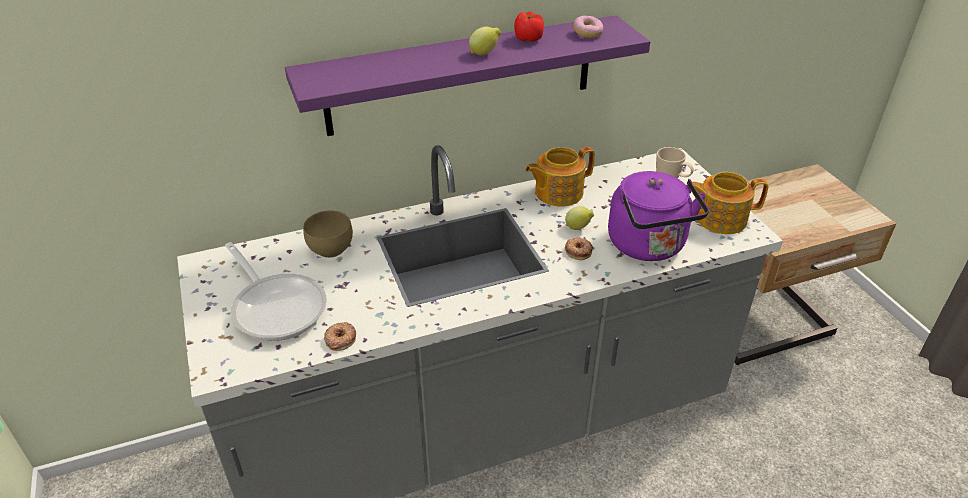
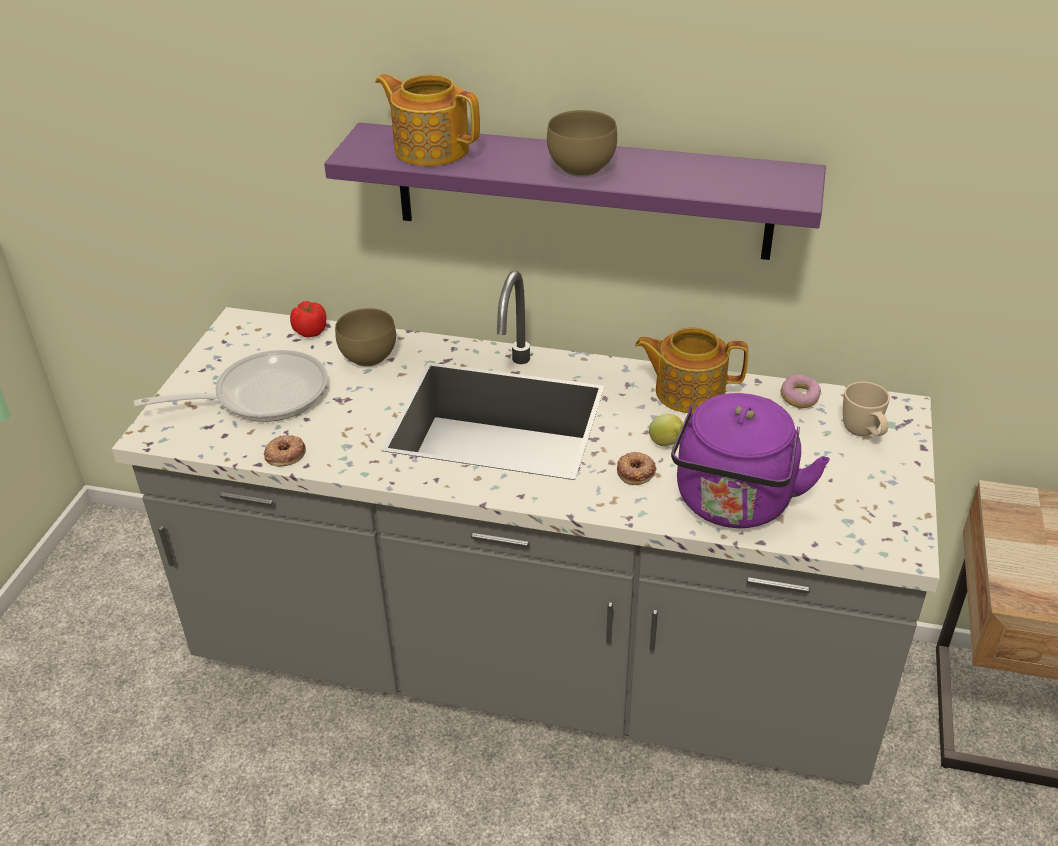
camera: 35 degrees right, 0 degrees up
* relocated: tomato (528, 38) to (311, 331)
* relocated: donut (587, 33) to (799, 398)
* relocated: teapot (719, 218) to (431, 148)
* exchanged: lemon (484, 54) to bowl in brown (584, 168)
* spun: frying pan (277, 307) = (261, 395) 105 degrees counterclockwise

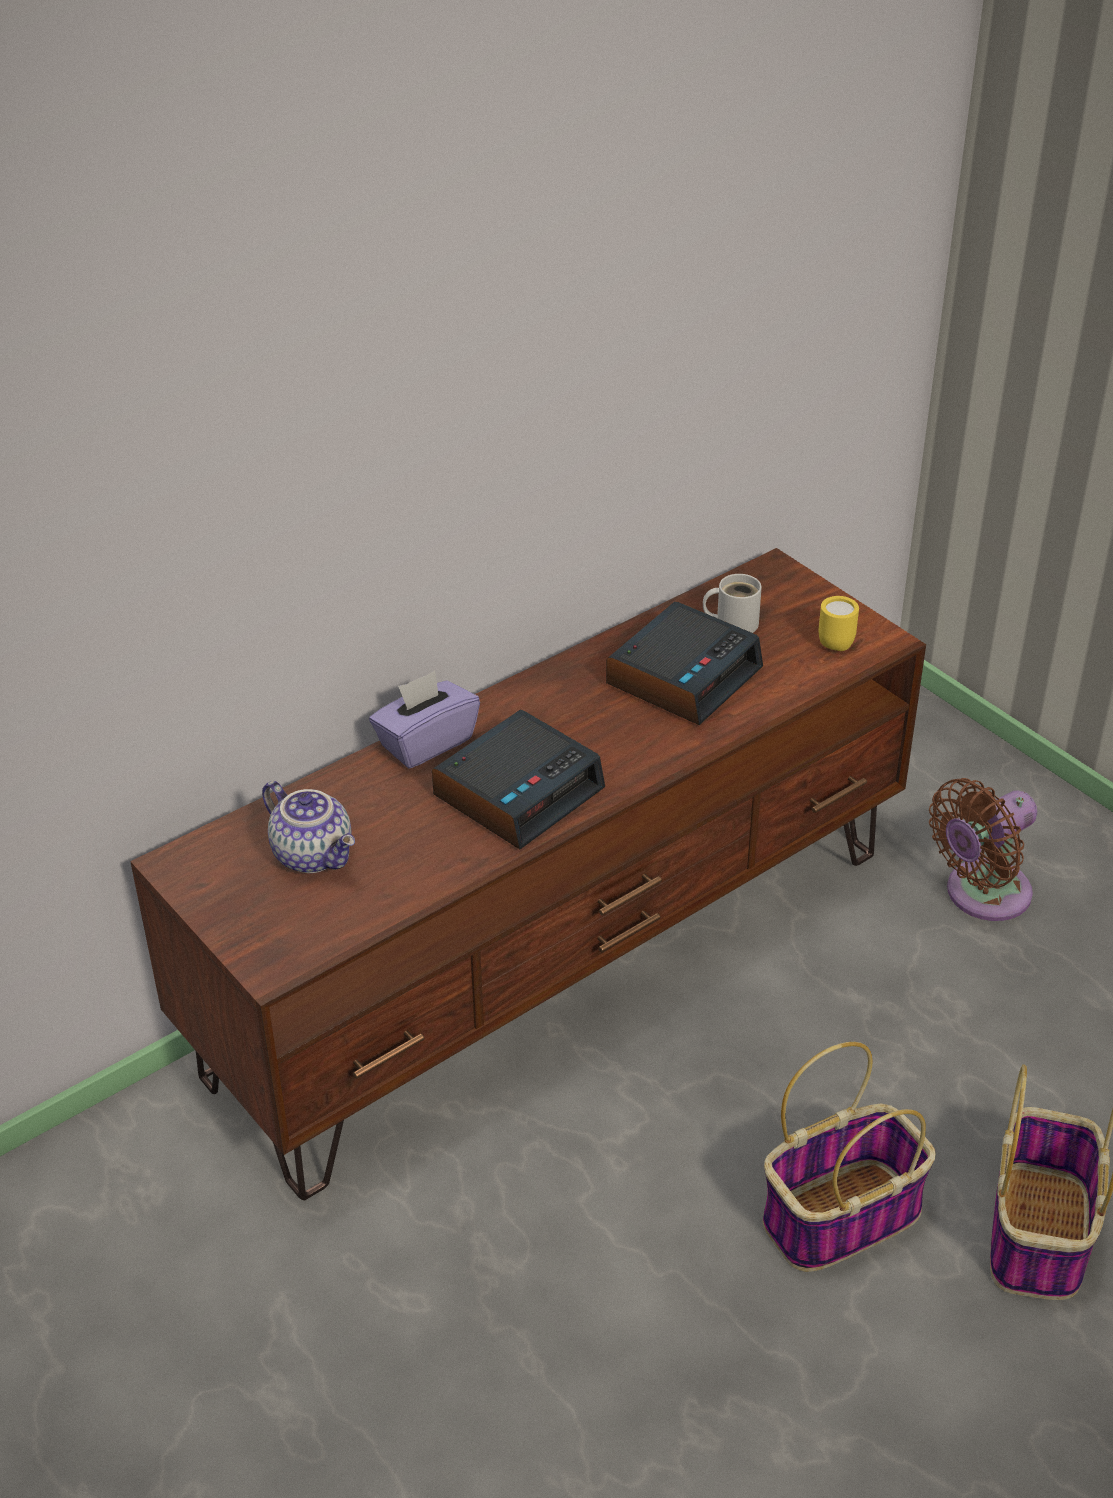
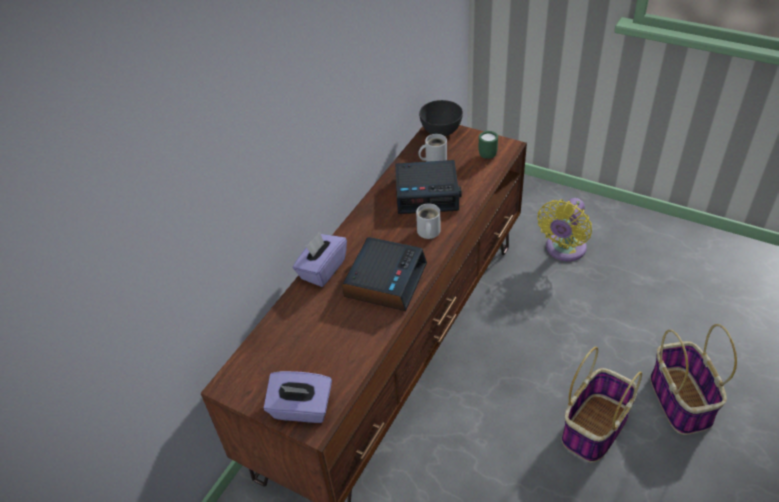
camera: 20 degrees left, 5 degrees up
* missing: teapot (314, 854)
* appeared: tissue box in purple (301, 409)
* appeared: mug in white (427, 232)
* appeared: bowl in grey (441, 131)
* colour: mug in yellow (837, 642) to mug in green (487, 154)
* colour: fan in brown (981, 895) to fan in yellow (564, 250)
* spun: alarm clock (683, 676) = (427, 193) 75 degrees clockwise

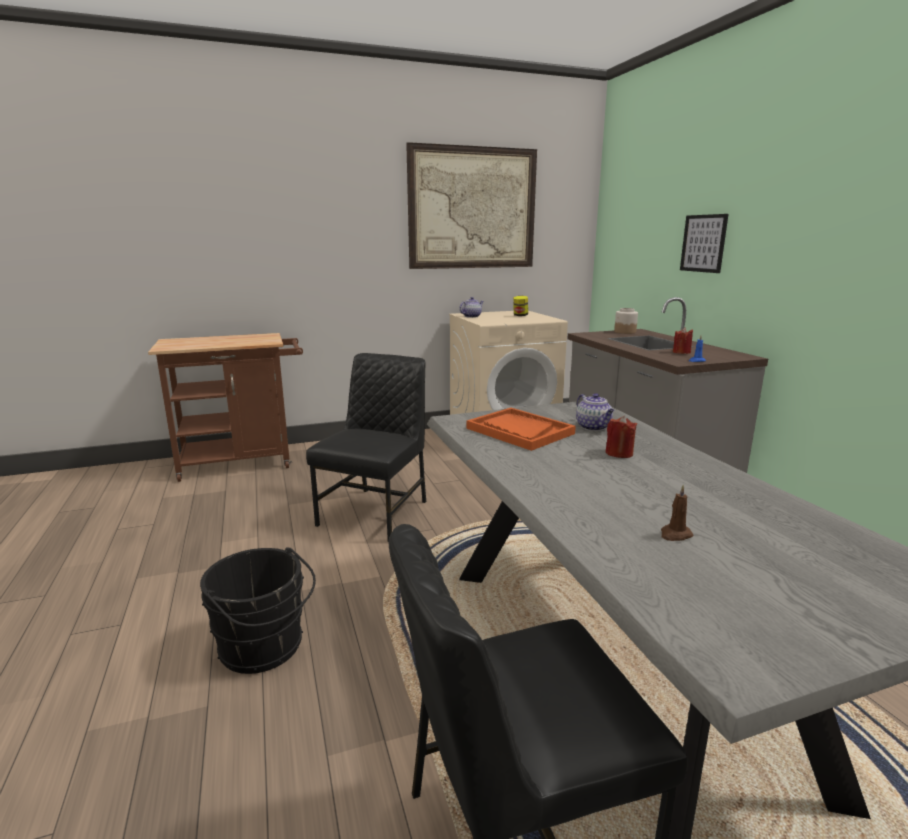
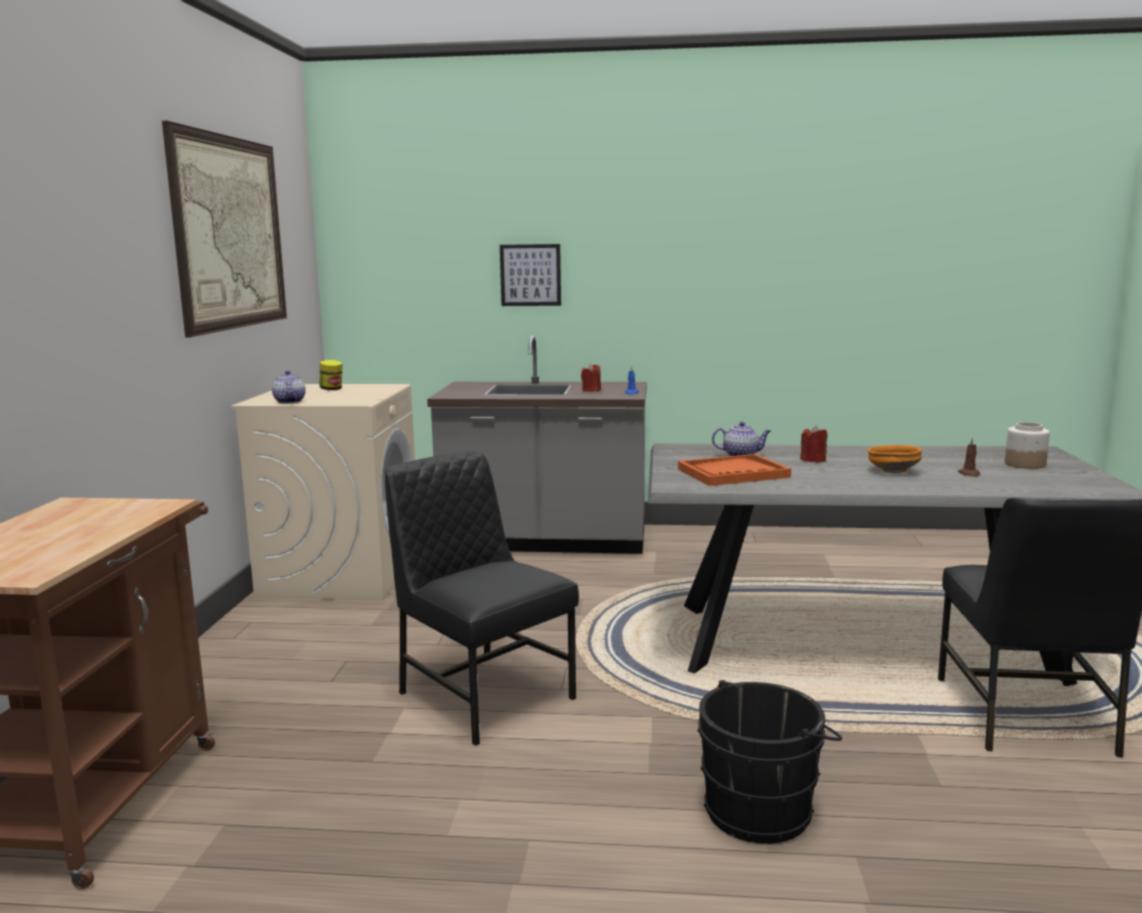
camera: 65 degrees left, 5 degrees down
* appeared: bowl in orange (892, 471)
* relocated: jar (625, 332) to (1024, 464)

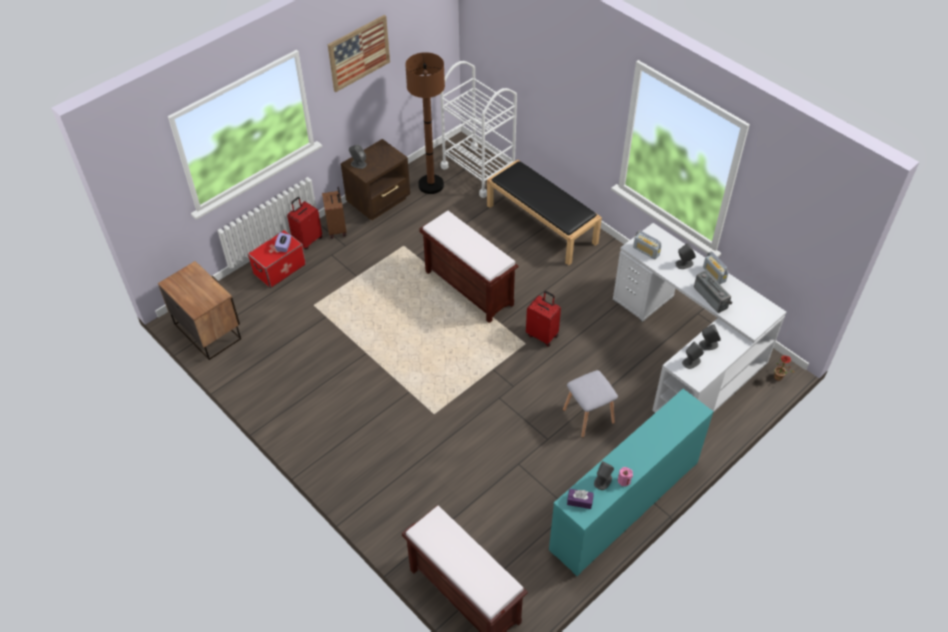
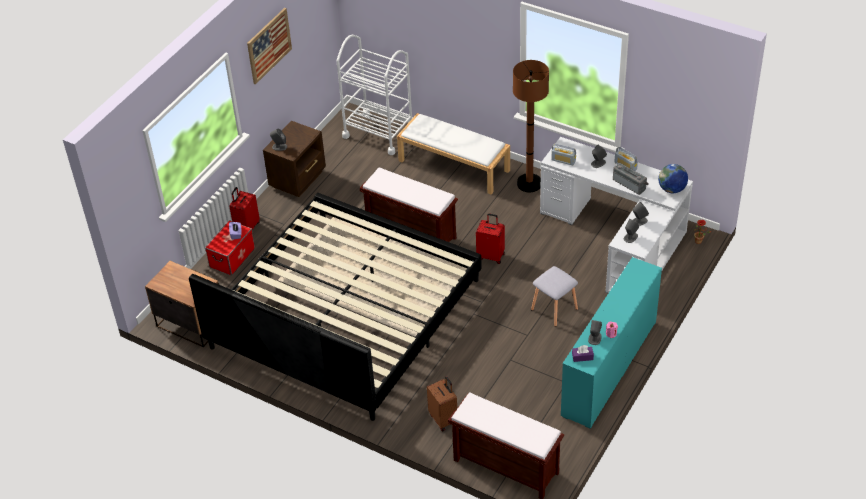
camera: 15 degrees left, 5 degrees down
* appeared: bed (345, 313)
* appeared: globe (672, 189)
* relocated: suitcase in brown (337, 229) to (444, 419)
* relocated: floor lamp in brown (431, 185) to (529, 183)
* colour: bench in black (542, 224) to bench in white (454, 165)

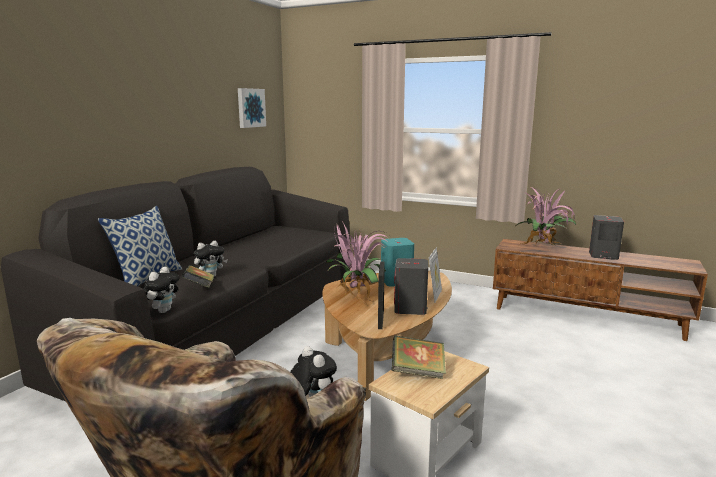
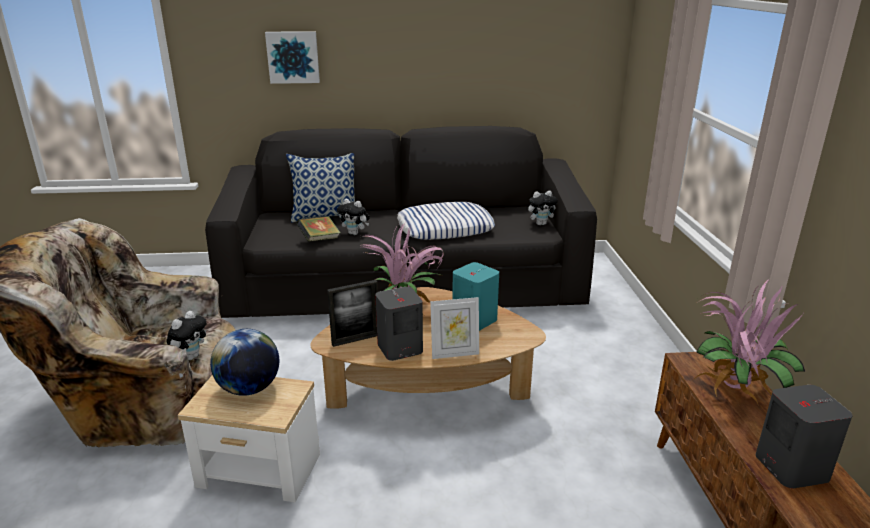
camera: 60 degrees right, 10 degrees up
* appeared: pillow (445, 228)
* relocated: plush toy (163, 311) to (541, 224)
* relocated: picture (250, 108) to (293, 57)
* exchanged: book (418, 372) to globe (249, 389)

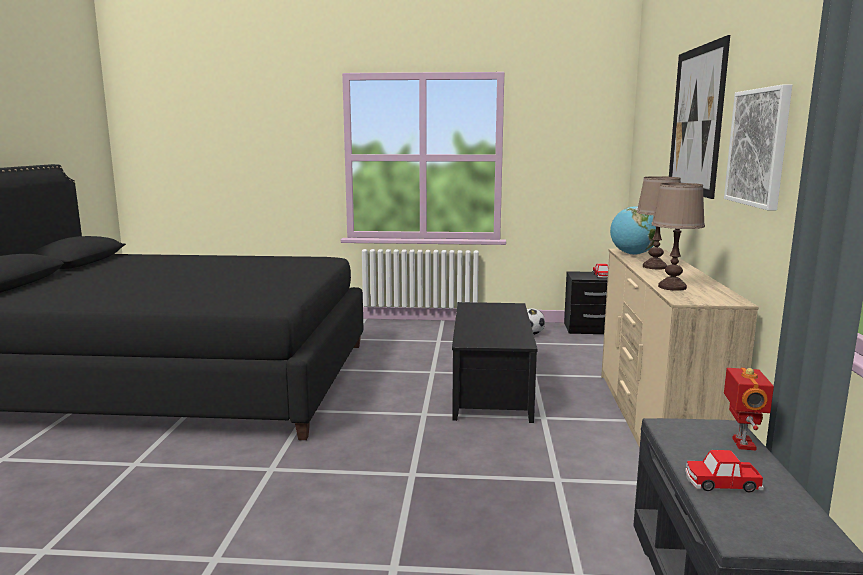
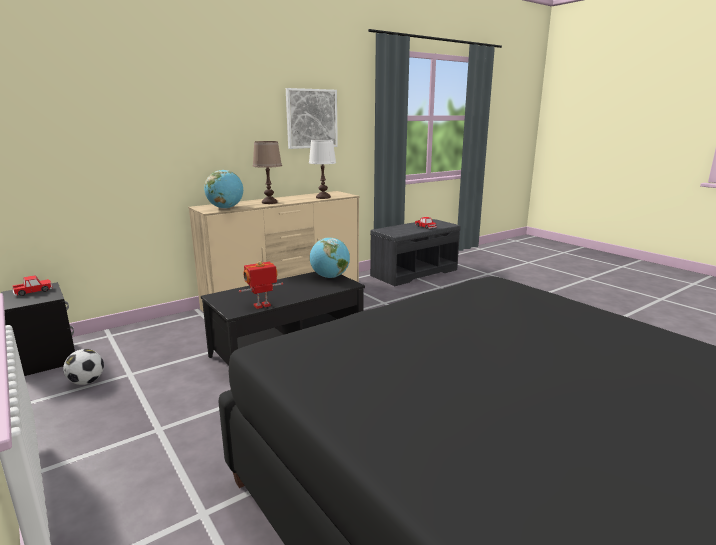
camera: 130 degrees left, 5 degrees up
* missing: picture (696, 121)
* appeared: globe (330, 277)
* relocated: toy robot (741, 443) to (262, 306)
* colour: table lamp in brown (672, 287) to table lamp in white (323, 197)

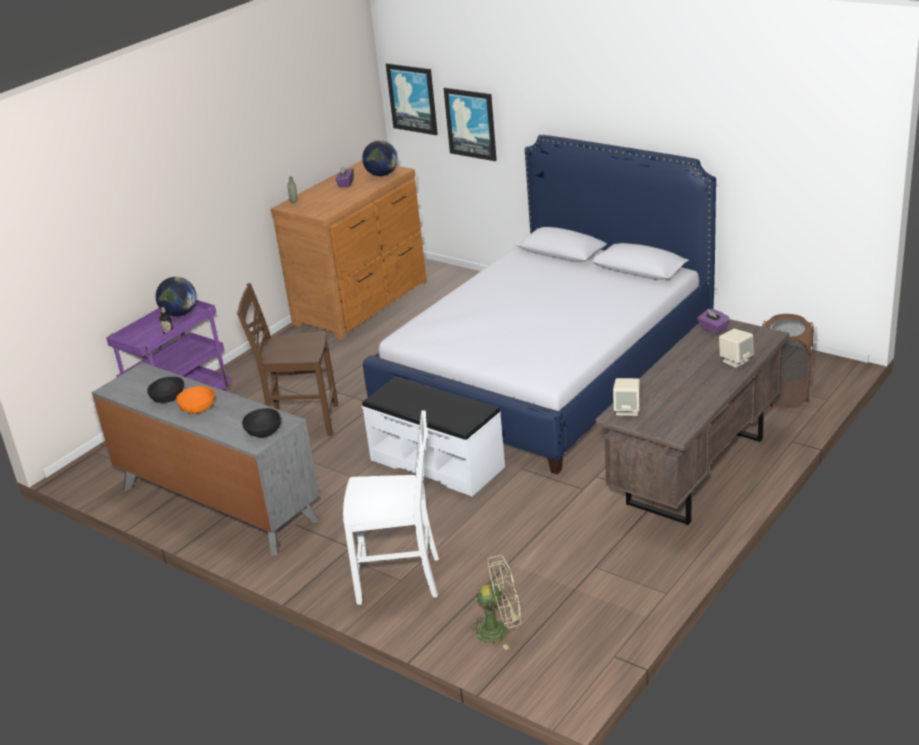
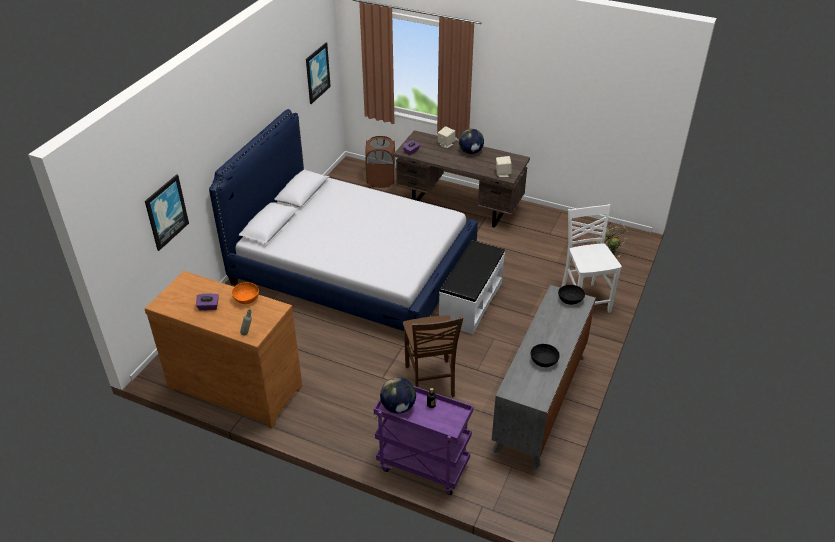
camera: 105 degrees left, 10 degrees up
* relocated: bowl in orange (197, 408) to (246, 299)
* relocated: globe (381, 175) to (471, 152)
* relocated: picture (412, 98) to (317, 73)

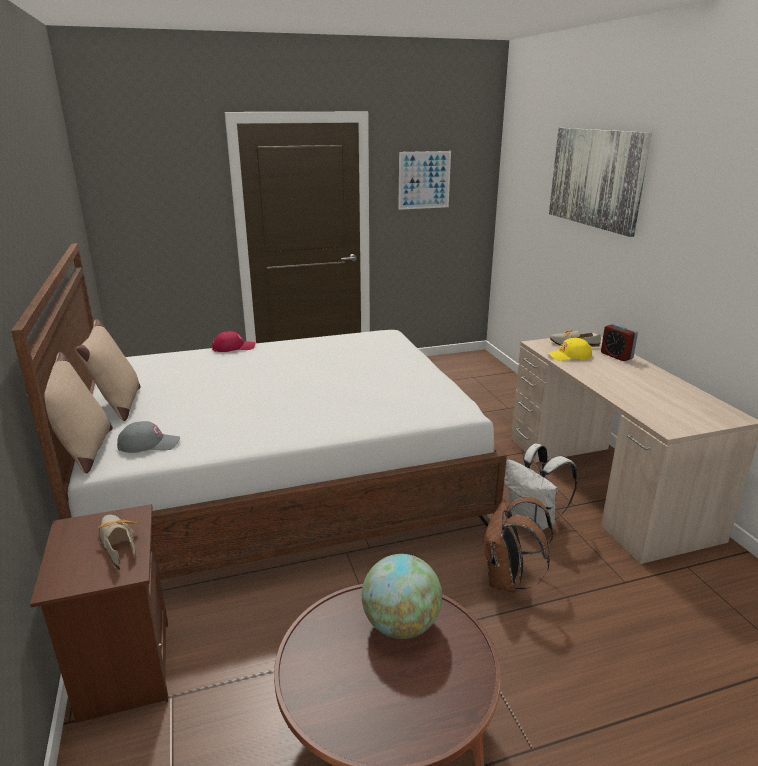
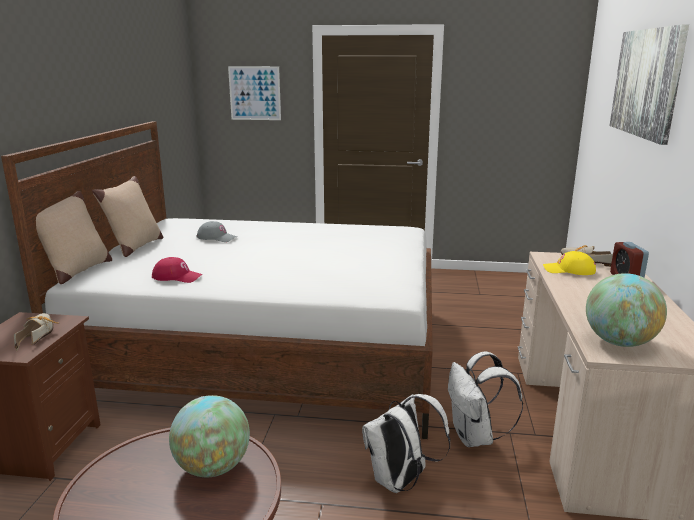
camera: 25 degrees right, 5 degrees down
* appeared: globe (619, 342)
* relocated: cap in grey (149, 444) to (217, 237)
* relocated: cap in red (233, 347) to (177, 277)
* relocated: picture (424, 180) to (254, 93)
* colour: backpack in brown (508, 580) to backpack in white (400, 482)

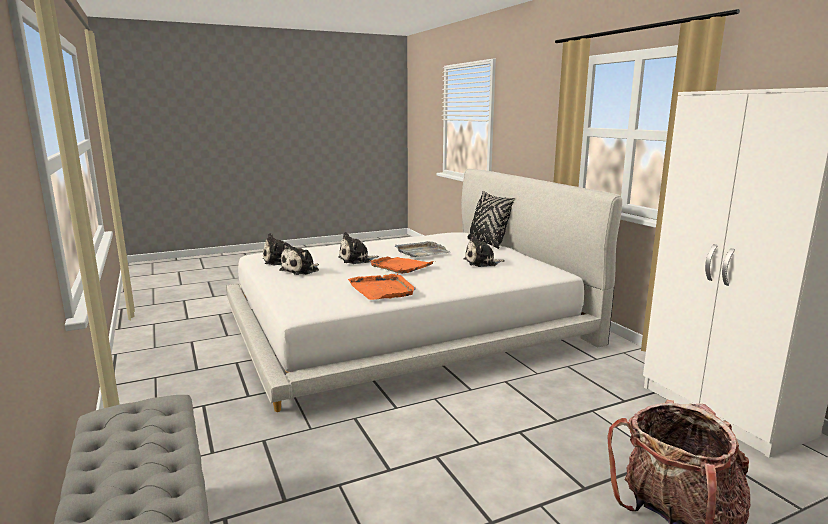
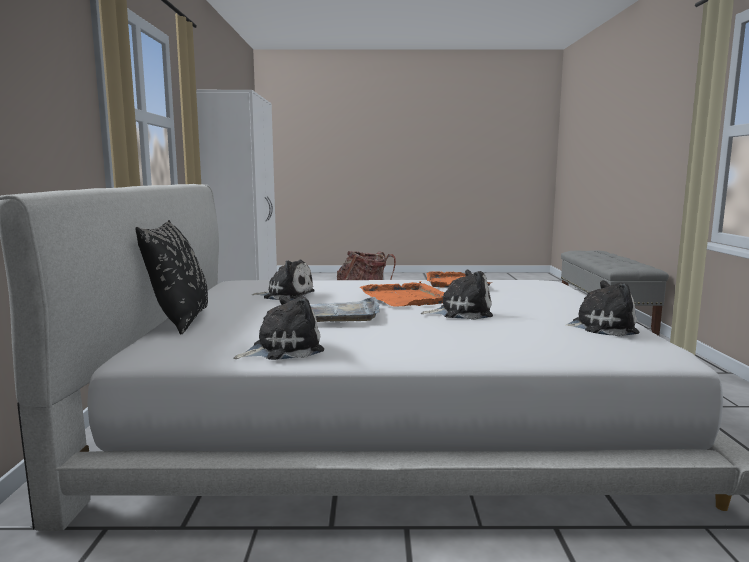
camera: 155 degrees left, 5 degrees down
* relocated: plush toy (301, 270) to (283, 349)

